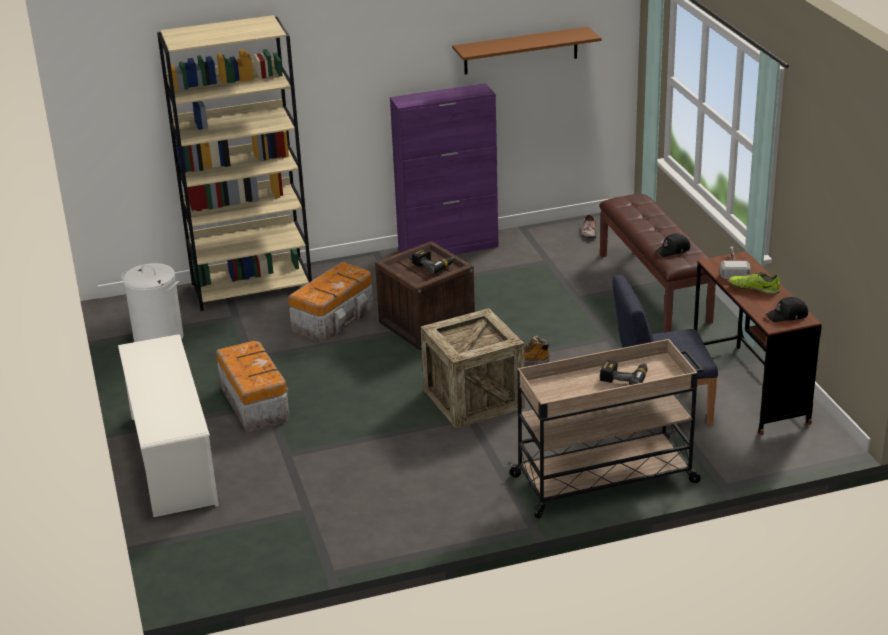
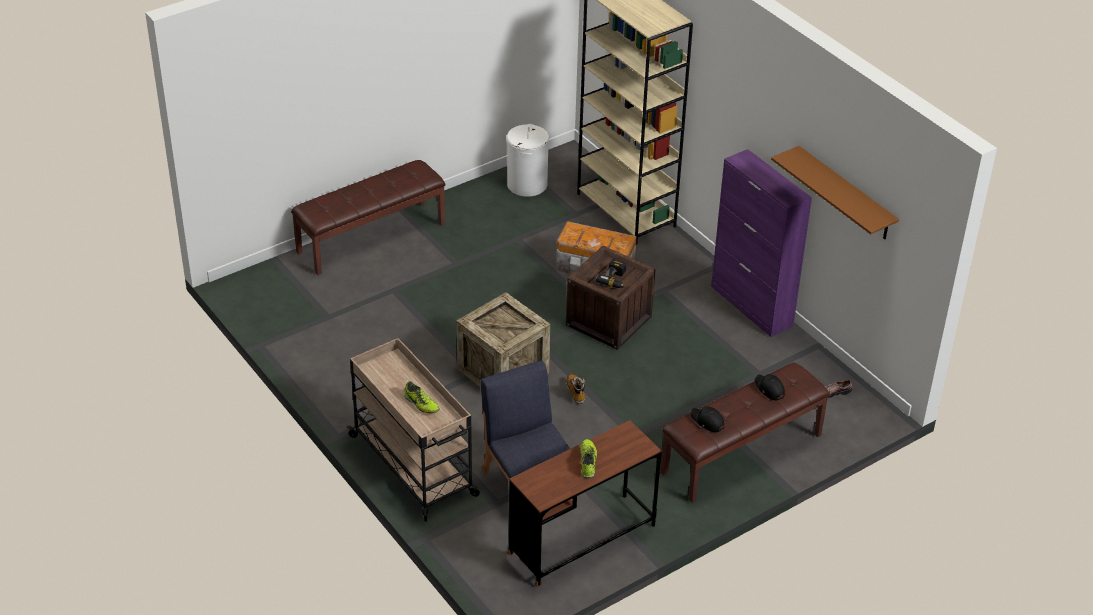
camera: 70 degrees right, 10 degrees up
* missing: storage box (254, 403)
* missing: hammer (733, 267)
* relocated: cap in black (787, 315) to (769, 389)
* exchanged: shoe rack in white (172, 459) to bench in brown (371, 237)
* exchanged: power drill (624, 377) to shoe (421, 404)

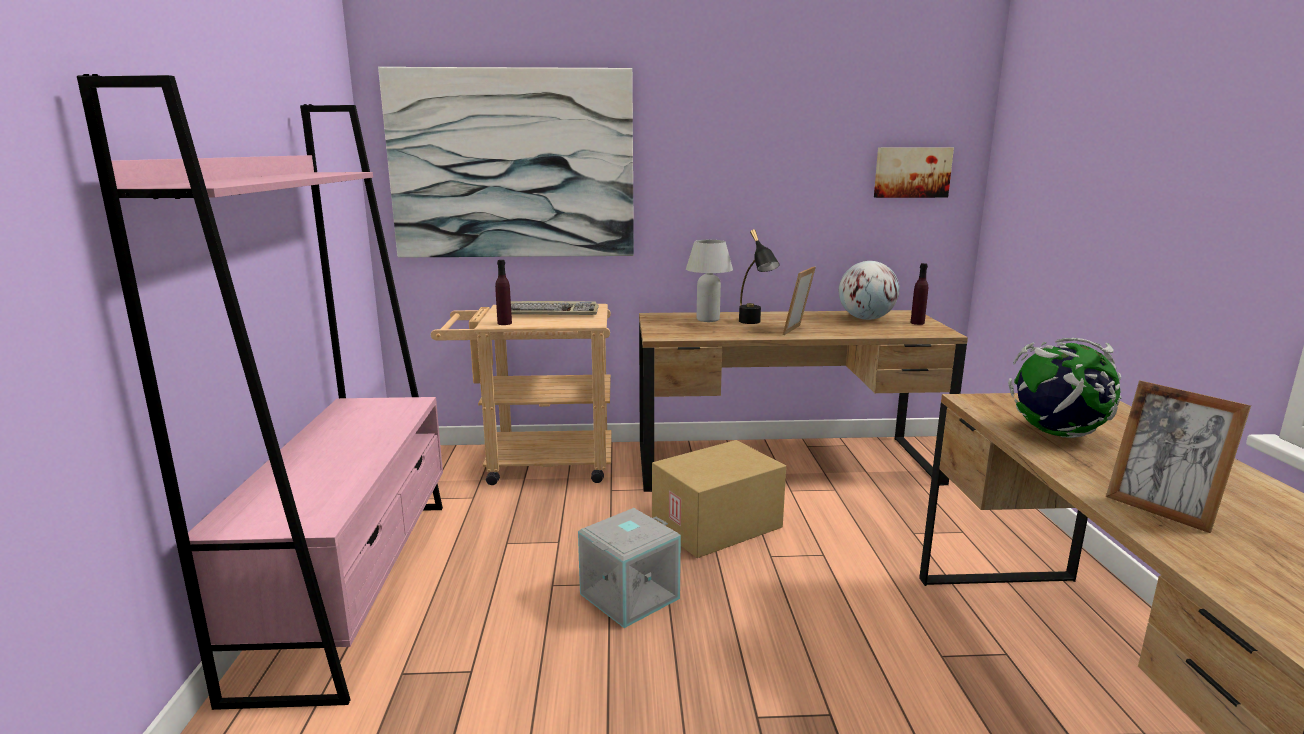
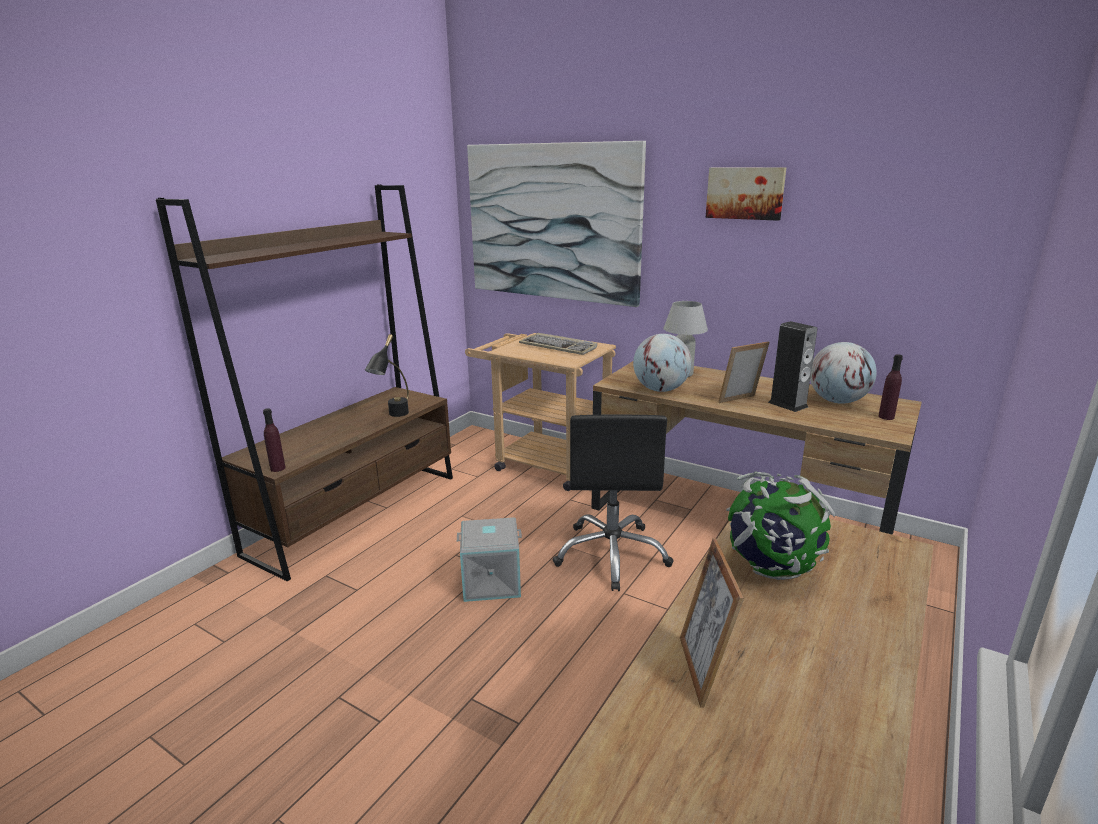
camera: 35 degrees right, 5 degrees up
* appeared: globe (660, 390)
* appeared: speaker (788, 404)
* relocated: bottle in purple (504, 323) to (278, 468)
* relocated: table lamp in black (754, 324) to (393, 416)
* relocated: picture (911, 172) to (745, 193)
* exchanged: cardboard box (717, 526) to office chair in black (612, 554)
* colour: bookcase in pink (353, 586) to bookcase in brown (357, 513)

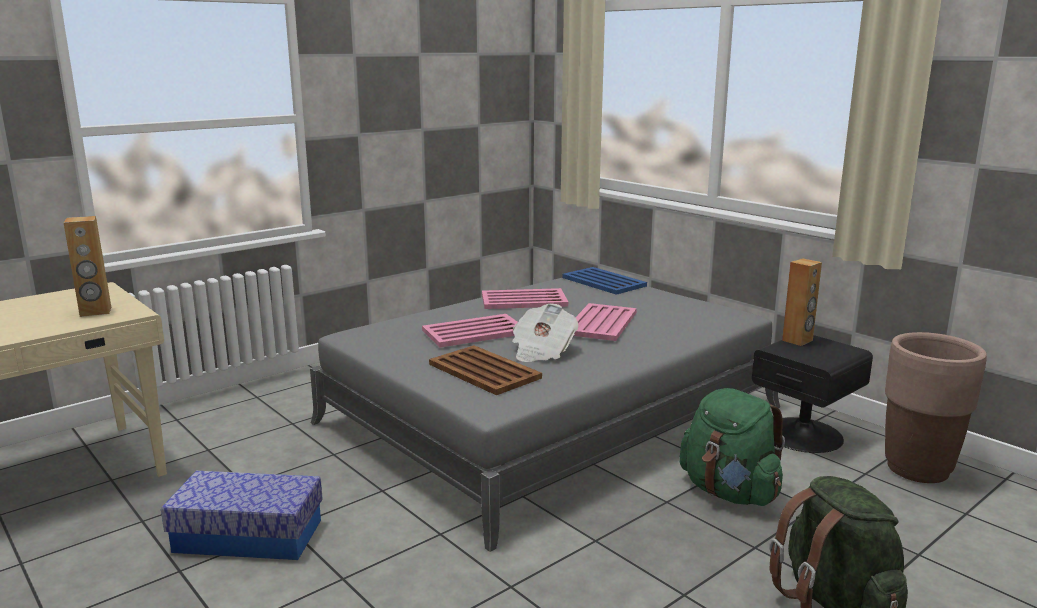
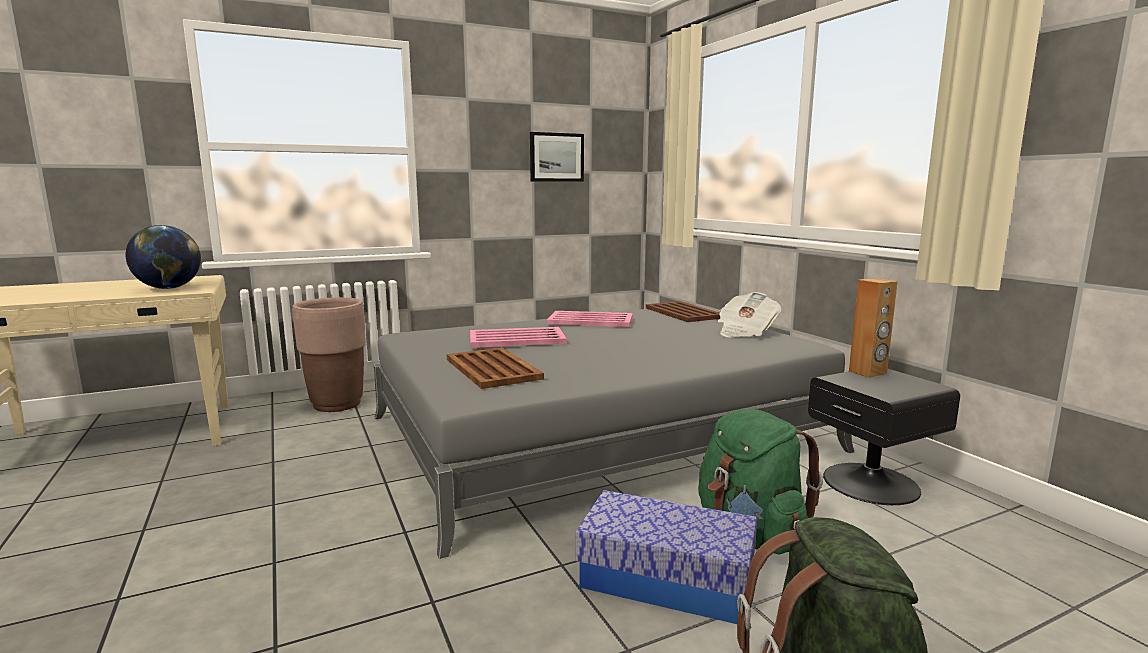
camera: 15 degrees right, 5 degrees down
* missing: tray in pink (600, 323)
* appeared: picture (556, 157)
* relocated: storage box (248, 536) to (665, 579)
* relocated: newspaper (542, 351) to (745, 332)
* relocated: planter in brown (917, 469) to (337, 404)
* exchanged: speaker in brown (95, 311) to globe (169, 288)
* colour: tray in blue (604, 282) to tray in brown (683, 313)

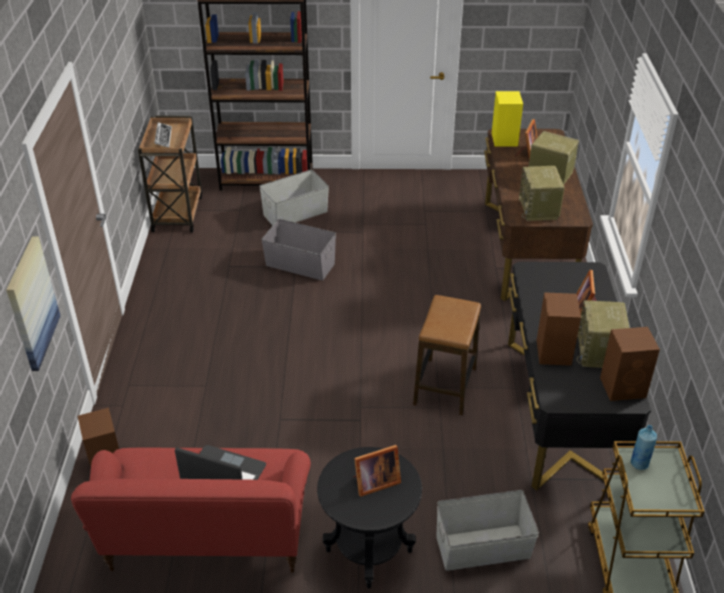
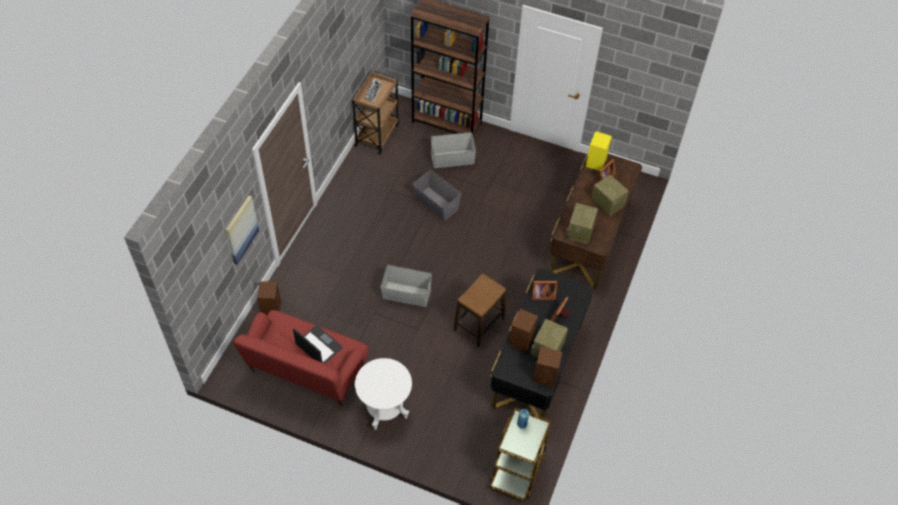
camera: 20 degrees right, 15 degrees up
* relocated: picture frame (374, 482) to (542, 294)
* relocated: storage box in grey (483, 547) to (406, 294)
* colour: side table in black (369, 551) to side table in white (385, 409)

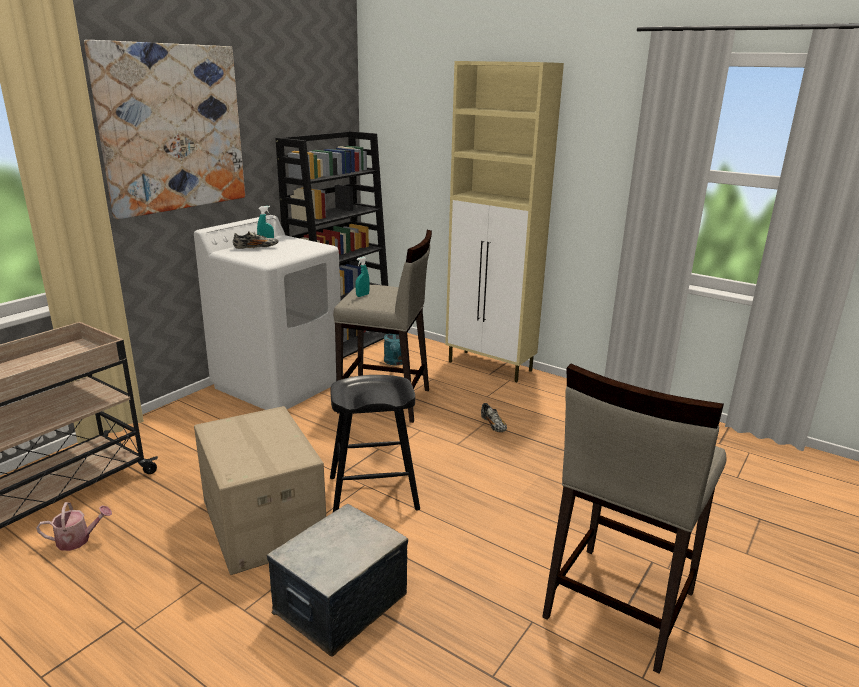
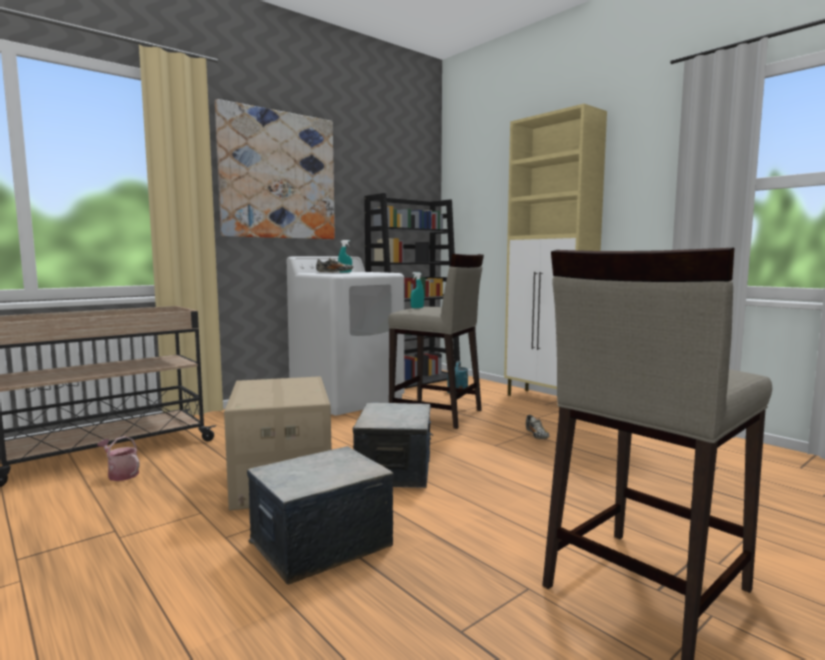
camera: 15 degrees right, 15 degrees down
* exchanged: stool in black (373, 493) to storage box (395, 470)
* spun: watering can (78, 540) = (121, 474) 150 degrees counterclockwise

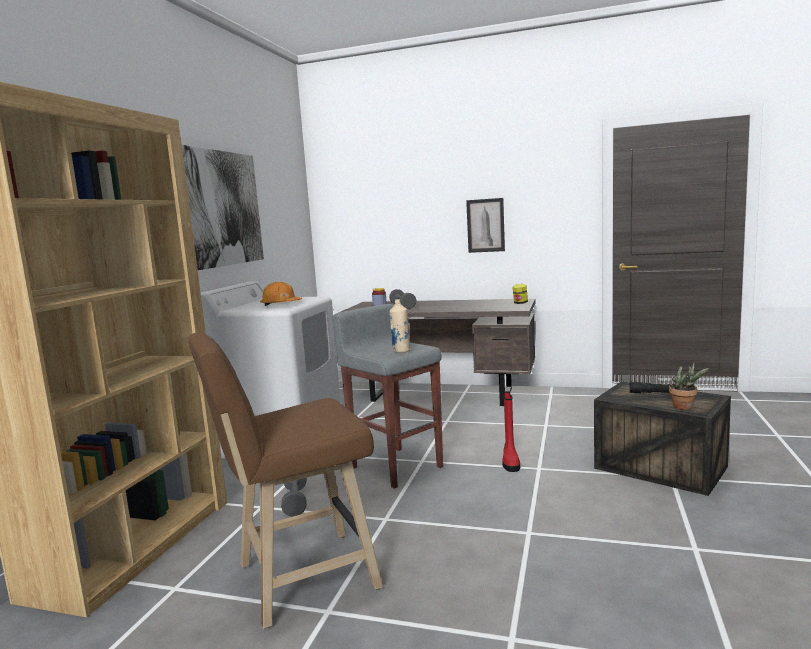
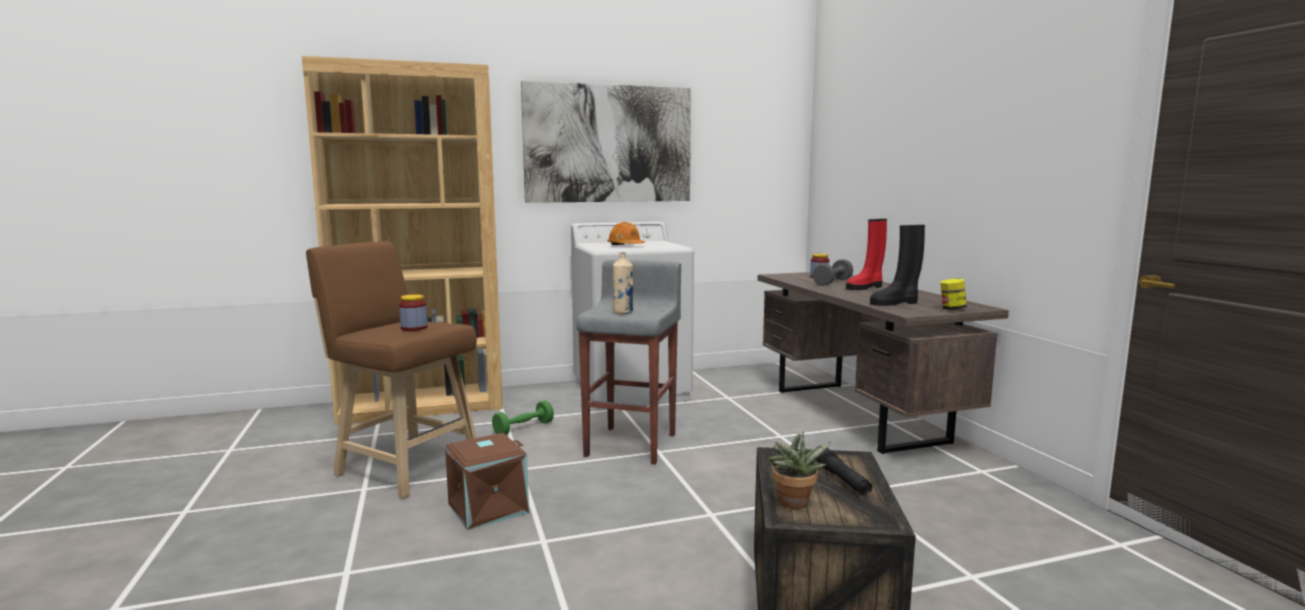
camera: 55 degrees right, 0 degrees up
* missing: picture (485, 225)
* appeared: jar (414, 328)
* appeared: storage box in brown (488, 507)
* appeared: boot in black (895, 303)
* relocated: boot in red (510, 461) to (865, 287)
* colour: dumbbell in grey (295, 502) to dumbbell in green (523, 428)

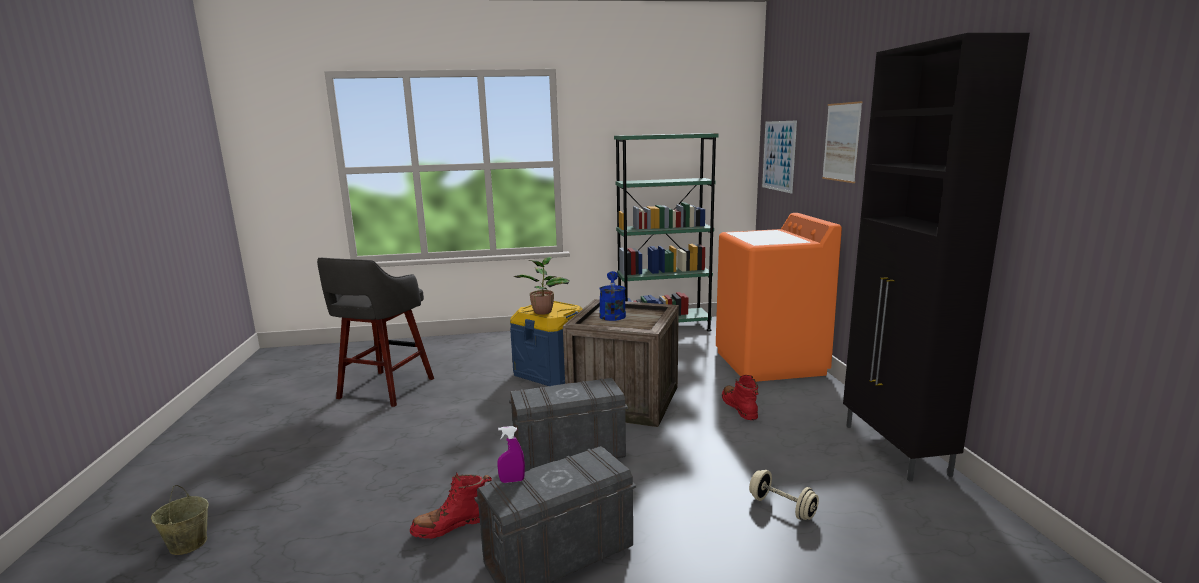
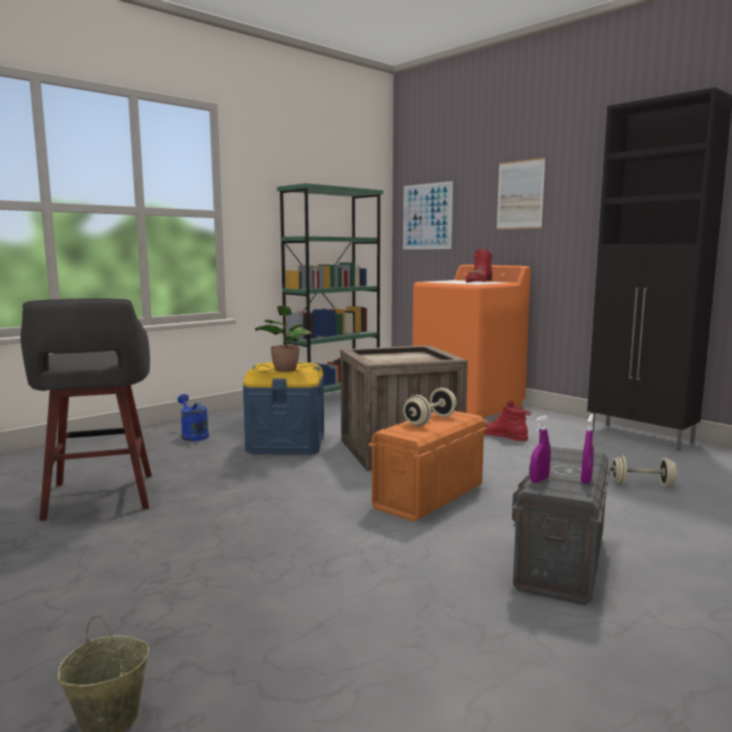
camera: 35 degrees left, 5 degrees down
* appeared: dumbbell in beige (430, 420)
* appeared: spray bottle in purple (586, 480)
* relocated: boot in red (452, 525) to (479, 282)
* relocated: watering can in blue (612, 314) to (193, 435)
* colour: storage box in grey (568, 455) to storage box in orange (428, 496)

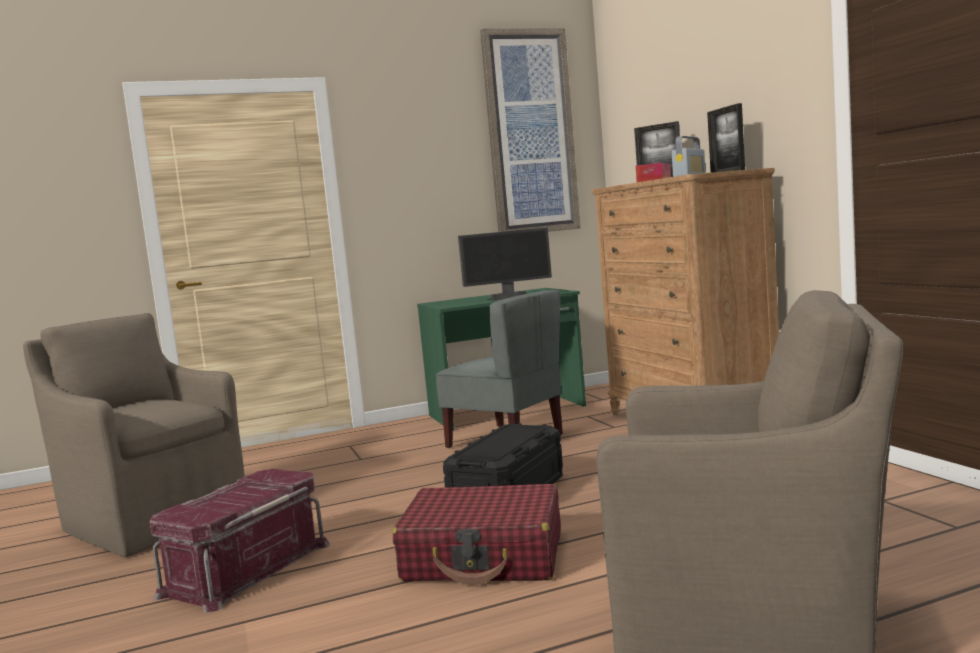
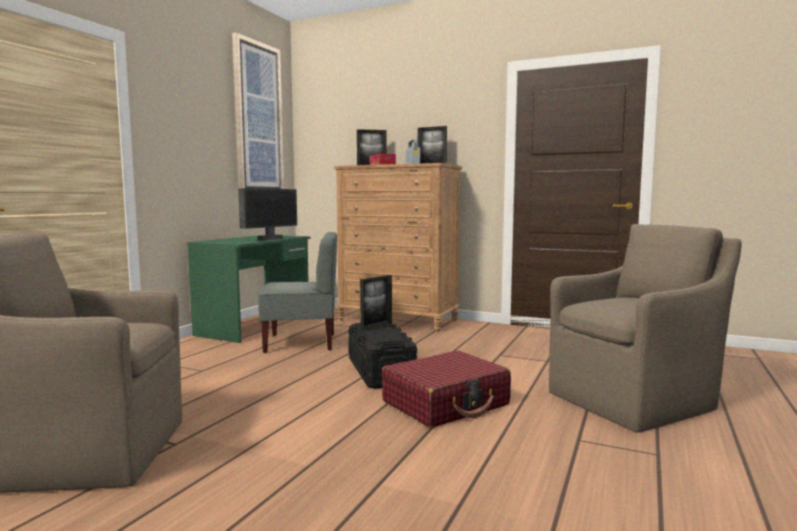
camera: 45 degrees left, 0 degrees up
* missing: storage box in red (245, 568)
* appeared: picture frame (376, 327)

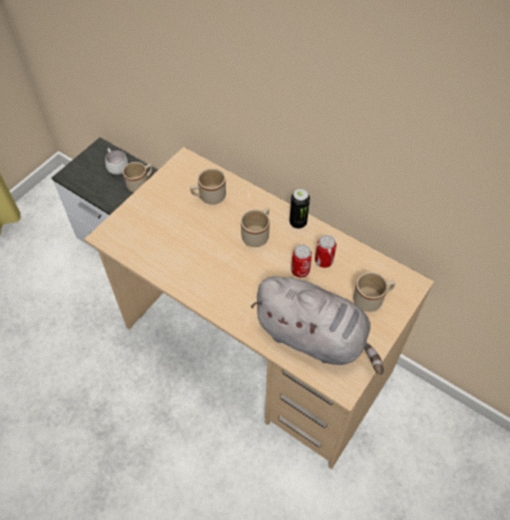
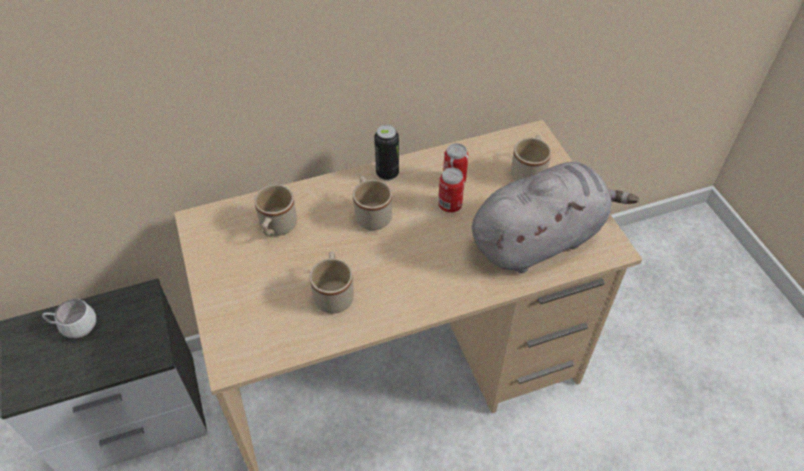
camera: 55 degrees left, 5 degrees down
* relocated: mug in beige (141, 184) to (334, 293)

